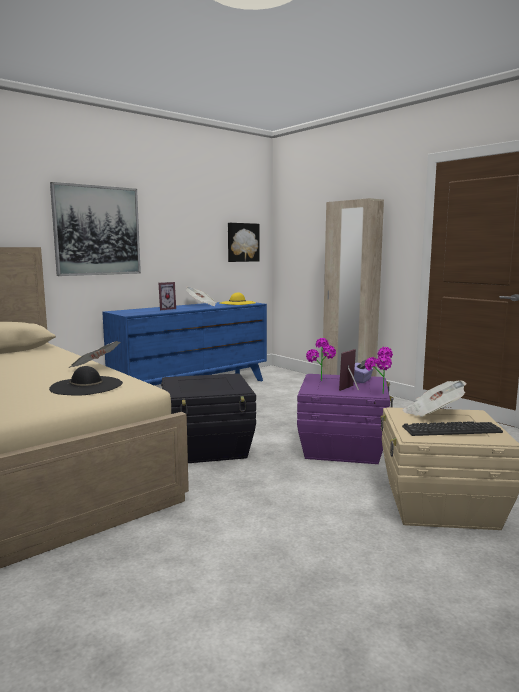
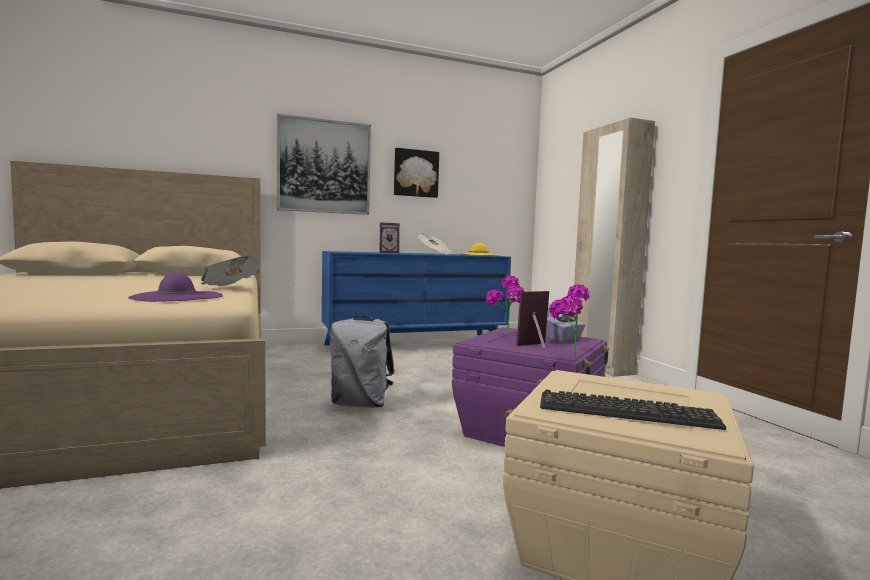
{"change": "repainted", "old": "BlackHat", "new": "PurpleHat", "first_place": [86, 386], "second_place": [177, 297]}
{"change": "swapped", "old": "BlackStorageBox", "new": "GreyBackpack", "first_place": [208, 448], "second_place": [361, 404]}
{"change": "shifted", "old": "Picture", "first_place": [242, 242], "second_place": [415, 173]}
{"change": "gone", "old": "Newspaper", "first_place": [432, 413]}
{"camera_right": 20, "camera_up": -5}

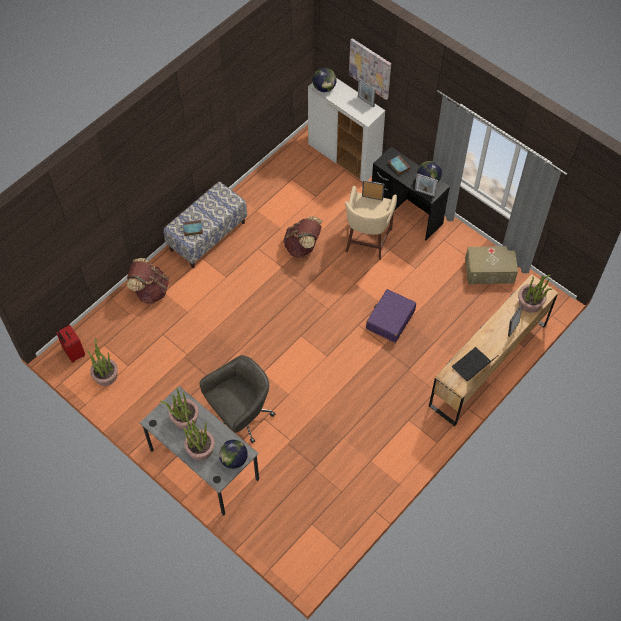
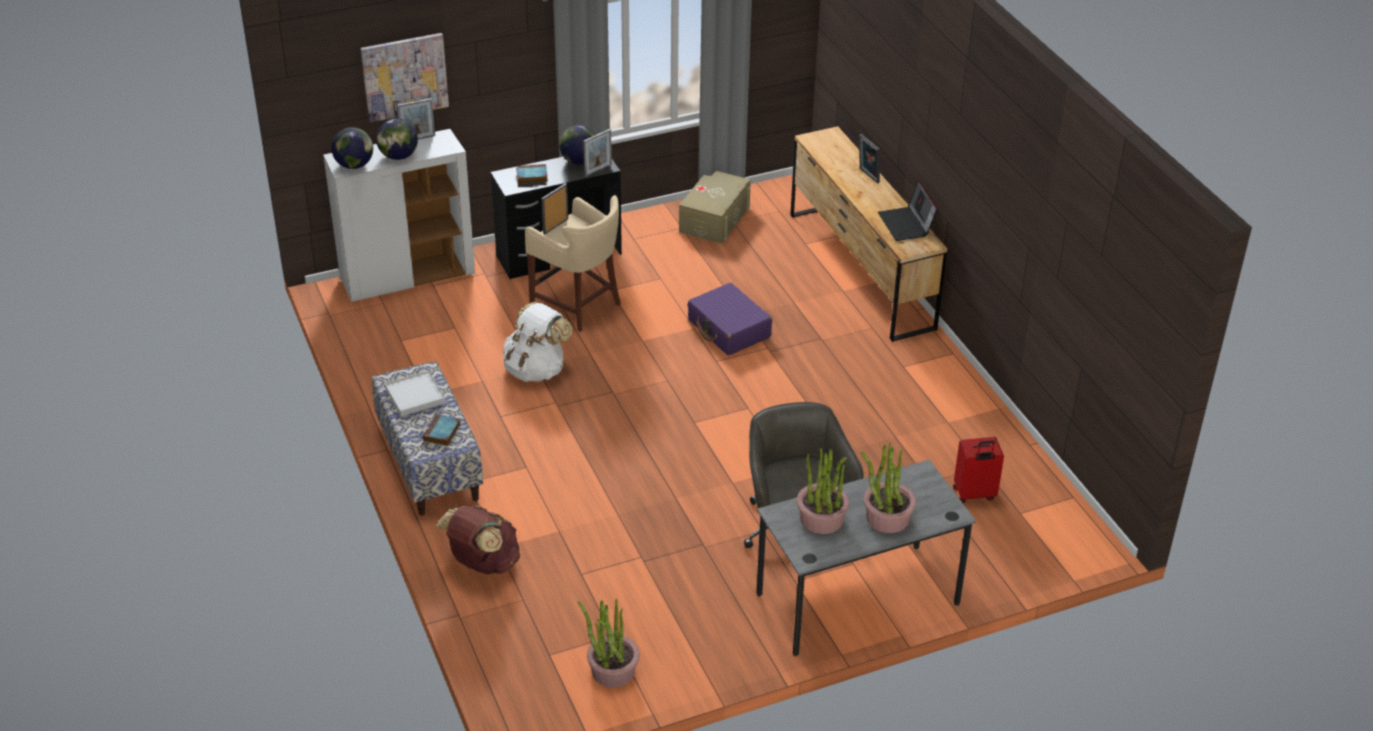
{"change": "shifted", "old": "Globe", "first_place": [233, 459], "second_place": [398, 156]}
{"change": "new", "new": "WhiteTray", "second_place": [415, 396]}
{"change": "repainted", "old": "BrownBackpack", "new": "WhiteBackpack", "first_place": [303, 247], "second_place": [536, 369]}
{"change": "shifted", "old": "RedSuitcase", "first_place": [73, 353], "second_place": [974, 494]}
{"change": "gone", "old": "PottedPlant", "first_place": [530, 302]}
{"camera_right": -65, "camera_up": -20}

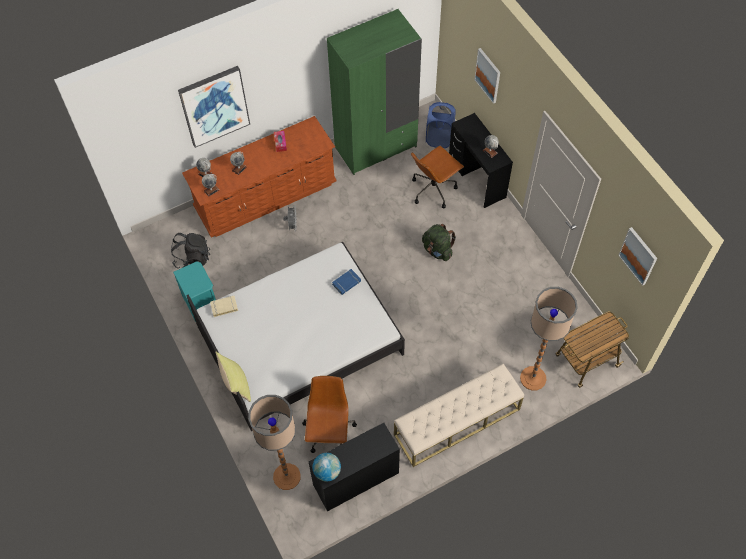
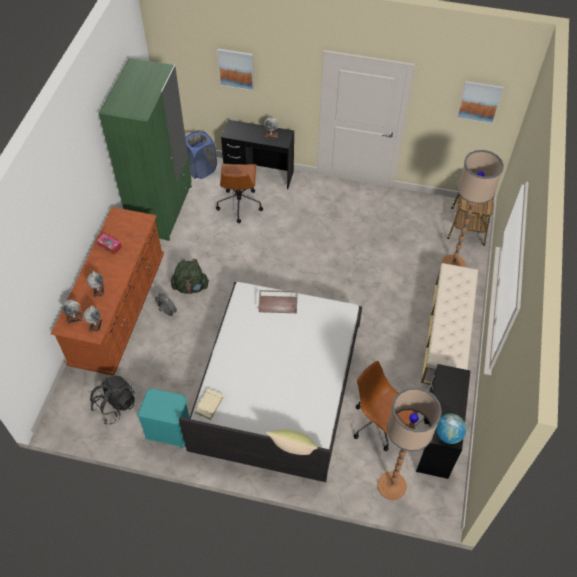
{"change": "shifted", "old": "GreenBackpack", "first_place": [437, 250], "second_place": [190, 287]}
{"change": "swapped", "old": "BlueBook", "new": "BrownTray", "first_place": [346, 283], "second_place": [278, 304]}
{"change": "gone", "old": "Picture", "first_place": [214, 106]}
{"camera_right": -50, "camera_up": -5}

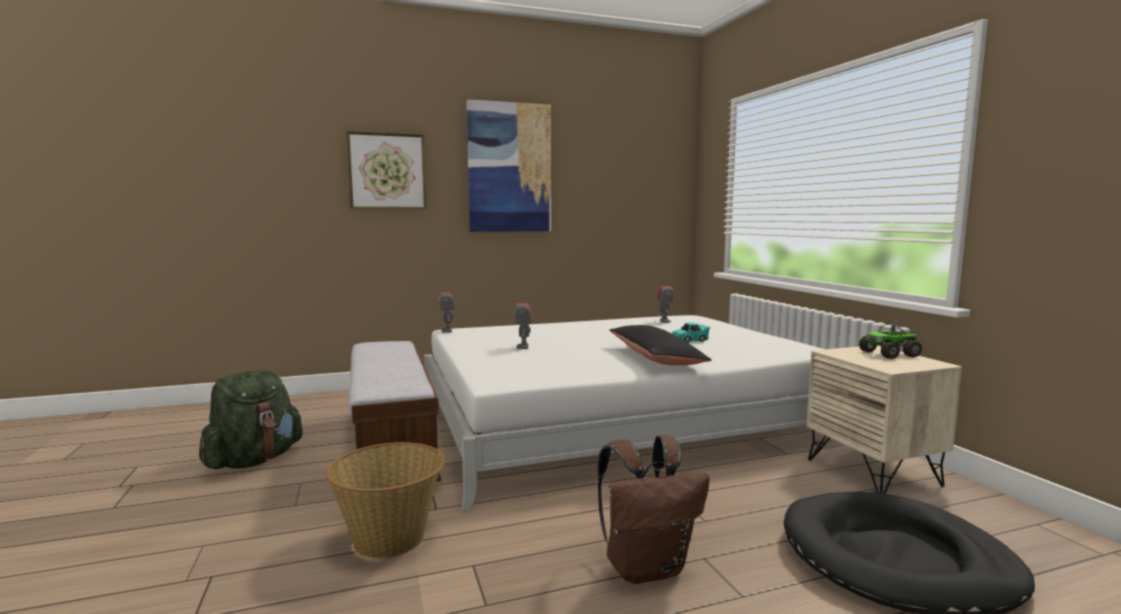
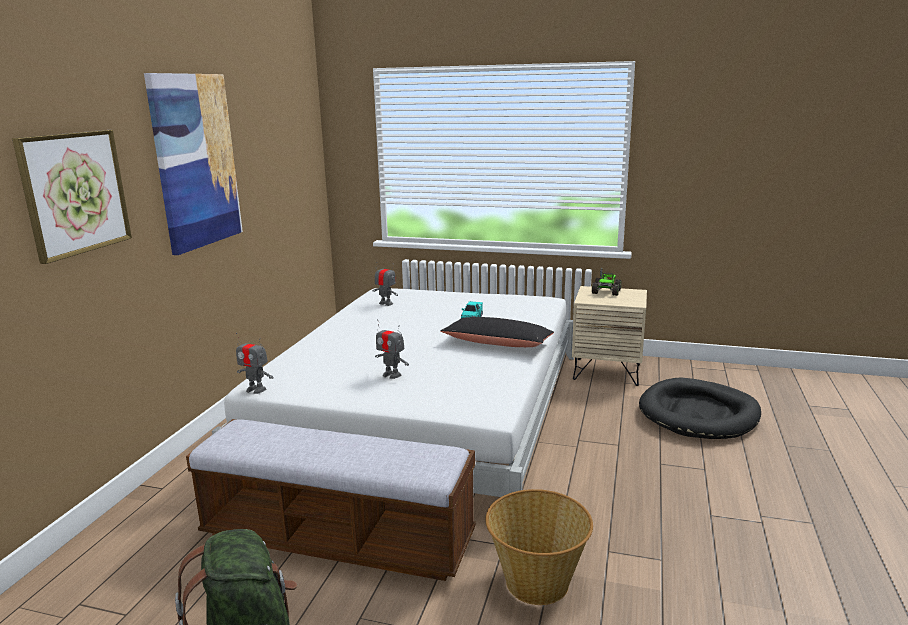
{"change": "gone", "old": "BrownBackpack", "first_place": [647, 567]}
{"camera_right": -55, "camera_up": 10}

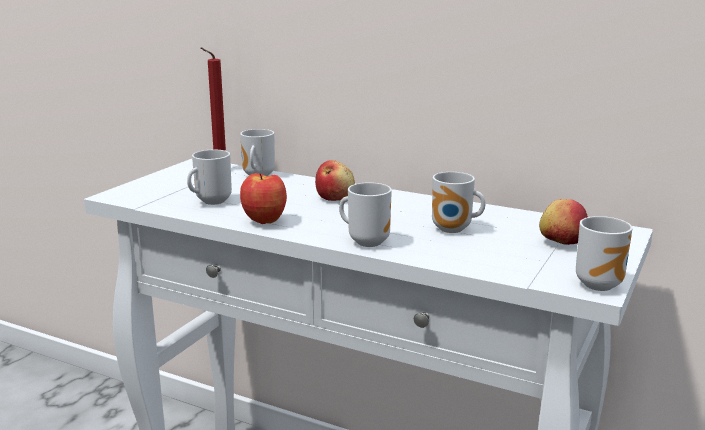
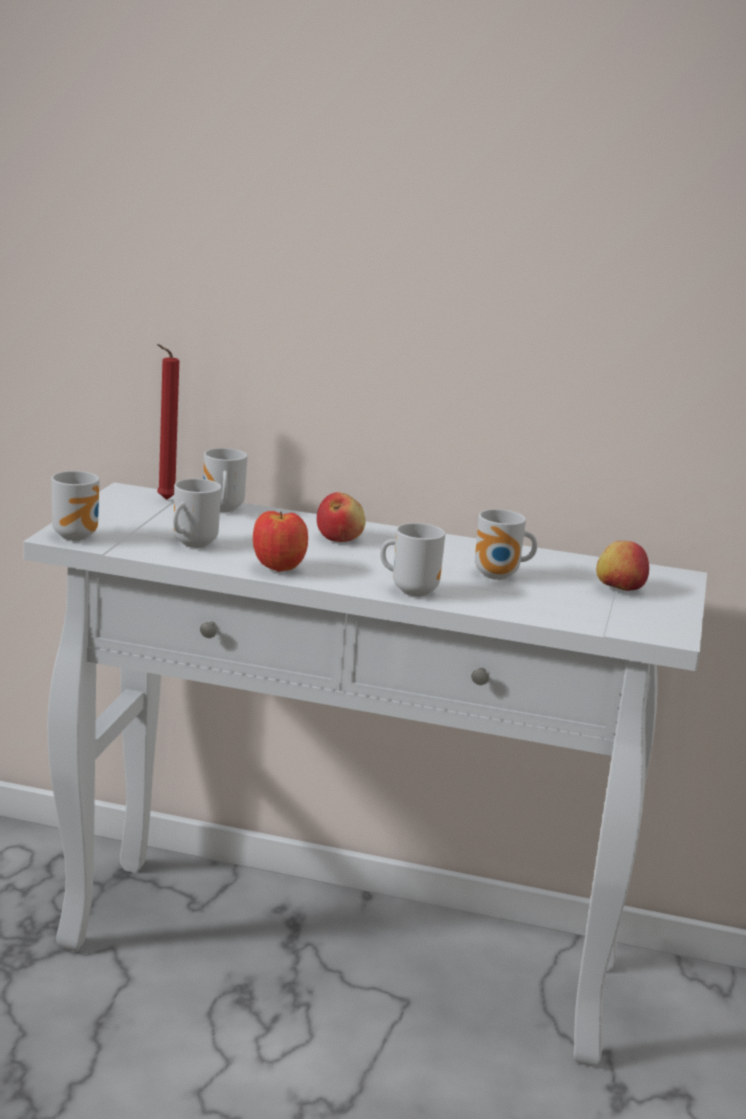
{"change": "shifted", "old": "Mug", "first_place": [601, 284], "second_place": [78, 536]}
{"camera_right": -15, "camera_up": 0}

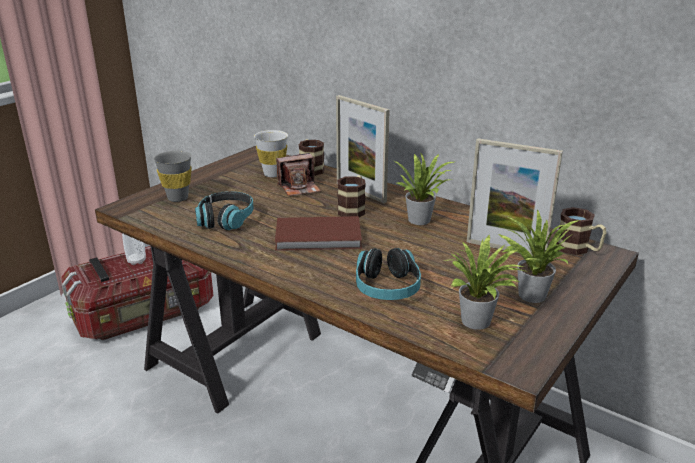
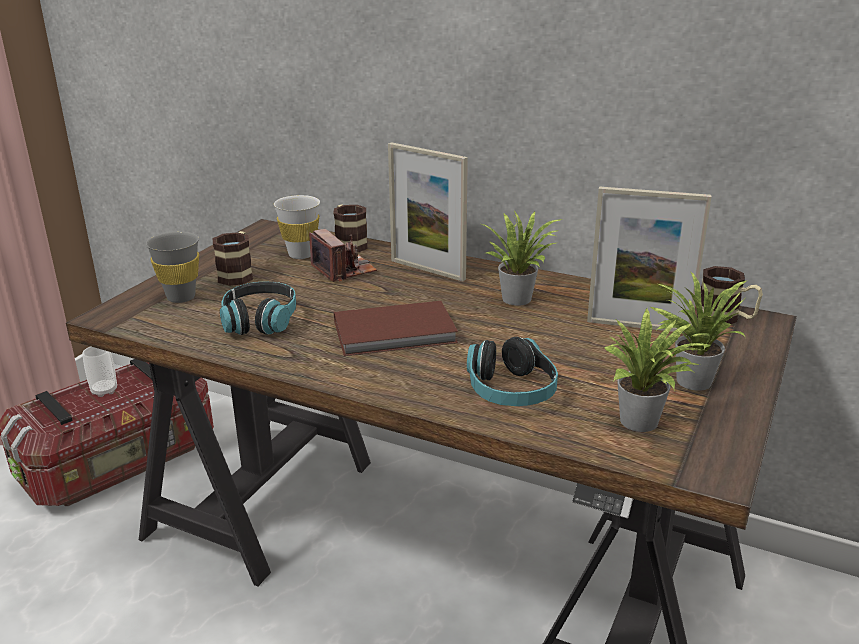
{"change": "shifted", "old": "Mug", "first_place": [353, 209], "second_place": [238, 274]}
{"change": "rotated", "old": "PhotoCamera", "first_place": [299, 188], "second_place": [344, 270], "degrees": -90}
{"camera_right": -10, "camera_up": 0}

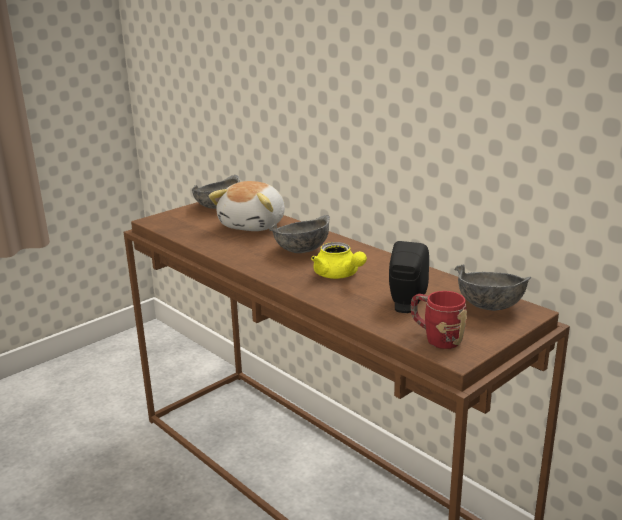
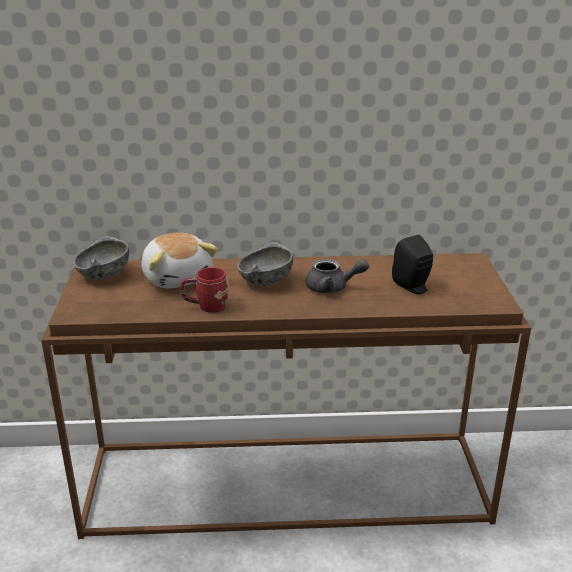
{"change": "shifted", "old": "RedMug", "first_place": [436, 338], "second_place": [206, 306]}
{"change": "repainted", "old": "YellowTeapot", "new": "GreyTeapot", "first_place": [339, 275], "second_place": [332, 288]}
{"change": "gone", "old": "GreyBowl", "first_place": [490, 306]}
{"camera_right": -50, "camera_up": 5}

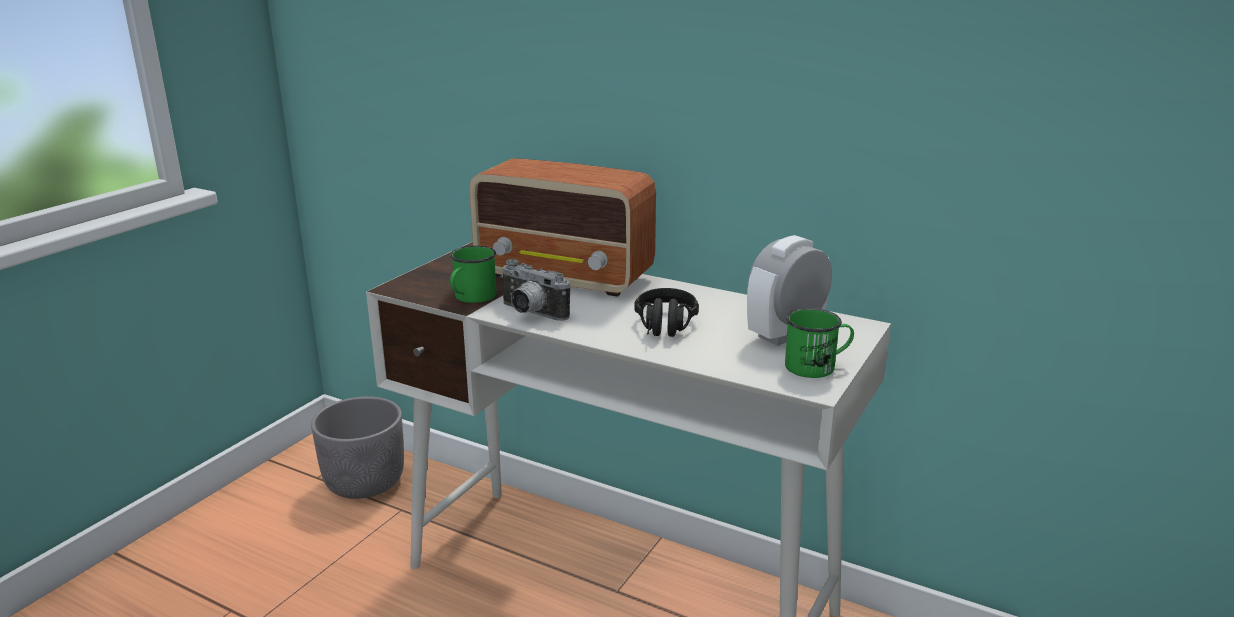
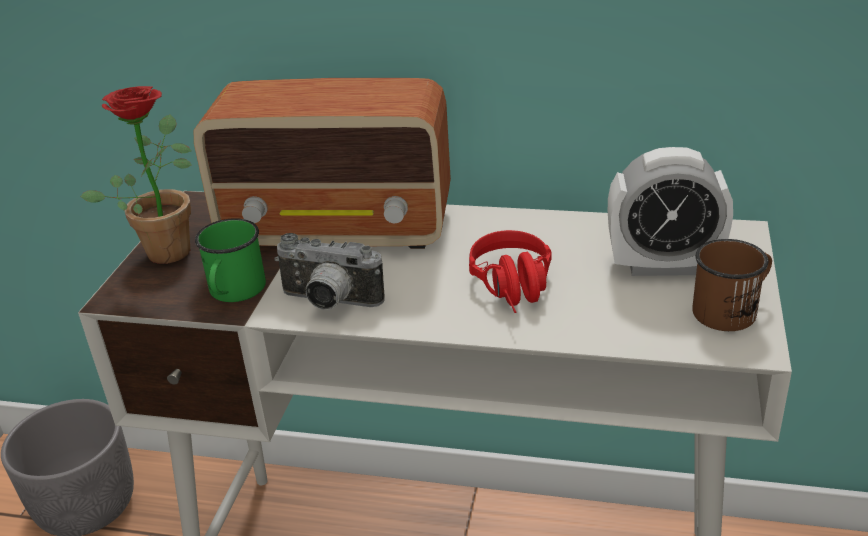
{"change": "new", "new": "PottedPlant", "second_place": [169, 247]}
{"change": "repainted", "old": "BlackHeadphones", "new": "RedHeadphones", "first_place": [665, 329], "second_place": [516, 290]}
{"change": "rotated", "old": "AlarmClock", "first_place": [786, 334], "second_place": [663, 266], "degrees": -120}
{"change": "repainted", "old": "GreenMug", "new": "BrownMug", "first_place": [817, 366], "second_place": [732, 310]}
{"camera_right": -15, "camera_up": 10}

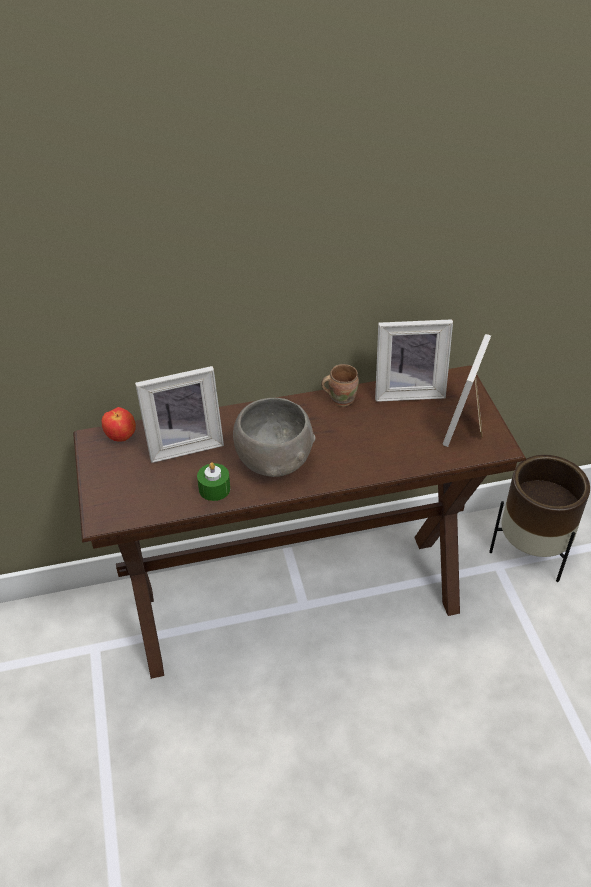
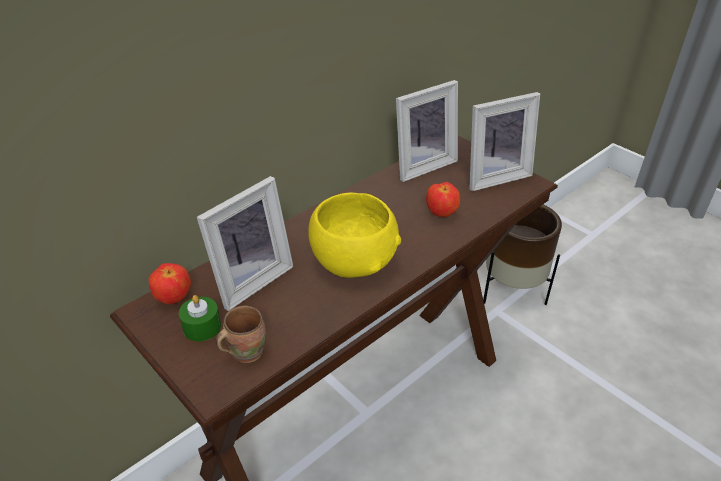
{"change": "shifted", "old": "GreenCandle", "first_place": [214, 489], "second_place": [202, 327]}
{"change": "shifted", "old": "BrownMug", "first_place": [340, 398], "second_place": [244, 351]}
{"change": "repainted", "old": "GreyBowl", "new": "YellowBowl", "first_place": [275, 460], "second_place": [354, 261]}
{"change": "new", "new": "Apple", "second_place": [441, 214]}
{"change": "rotated", "old": "PictureFrame", "first_place": [468, 426], "second_place": [494, 176], "degrees": -105}
{"camera_right": -30, "camera_up": -5}

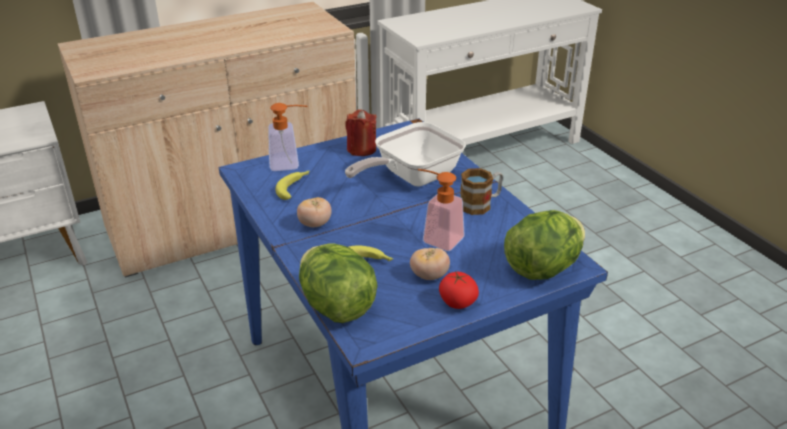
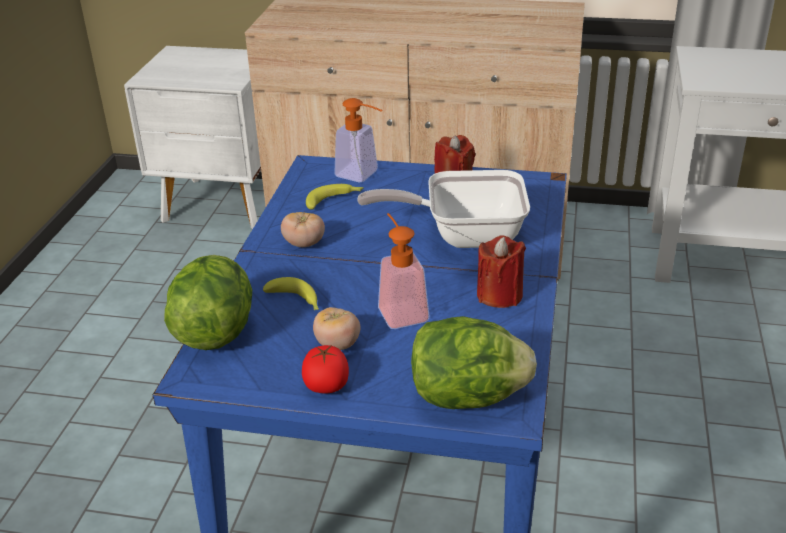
{"change": "swapped", "old": "Mug", "new": "RedCandle", "first_place": [481, 204], "second_place": [499, 295]}
{"camera_right": 40, "camera_up": 0}

